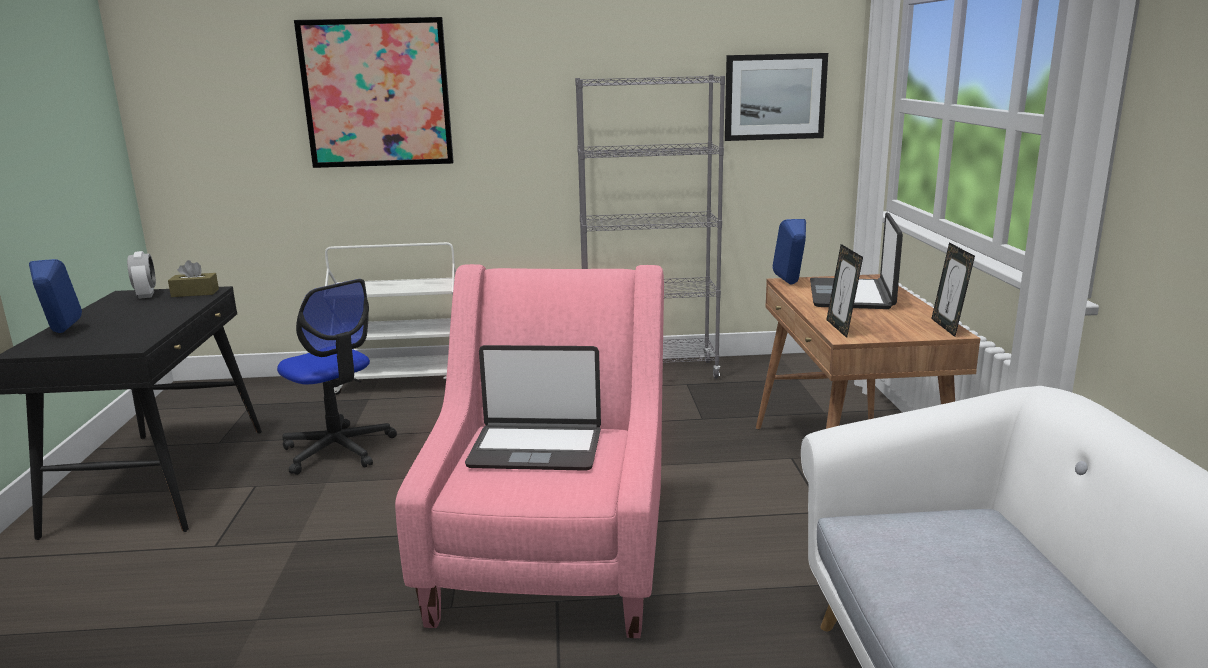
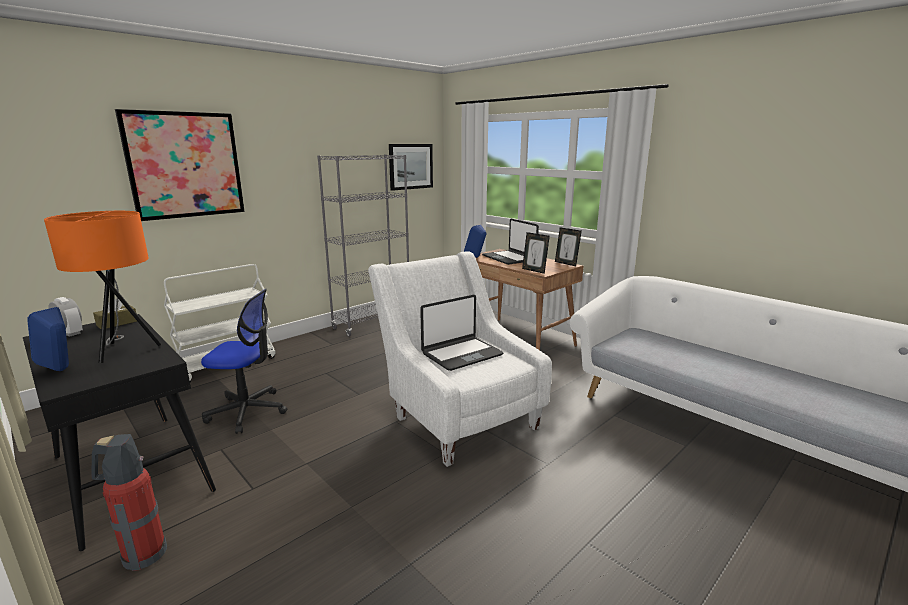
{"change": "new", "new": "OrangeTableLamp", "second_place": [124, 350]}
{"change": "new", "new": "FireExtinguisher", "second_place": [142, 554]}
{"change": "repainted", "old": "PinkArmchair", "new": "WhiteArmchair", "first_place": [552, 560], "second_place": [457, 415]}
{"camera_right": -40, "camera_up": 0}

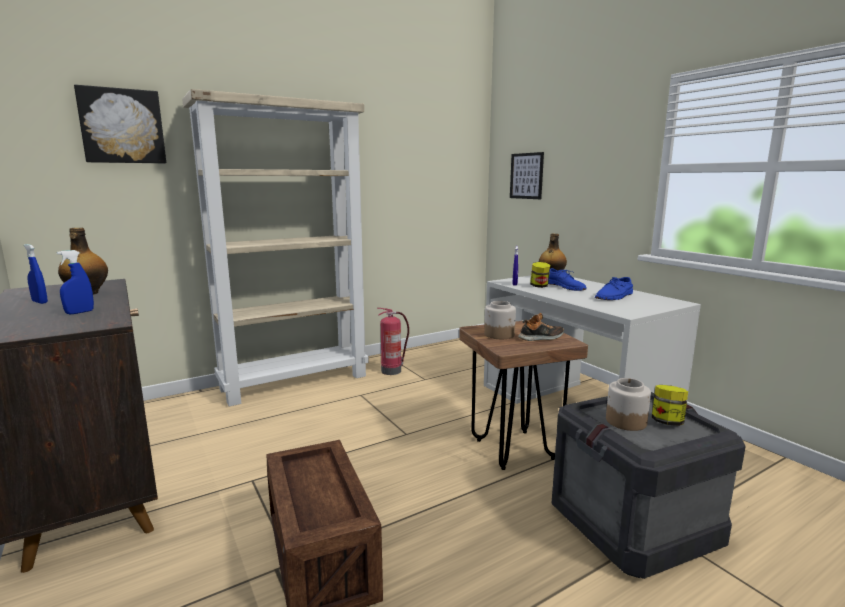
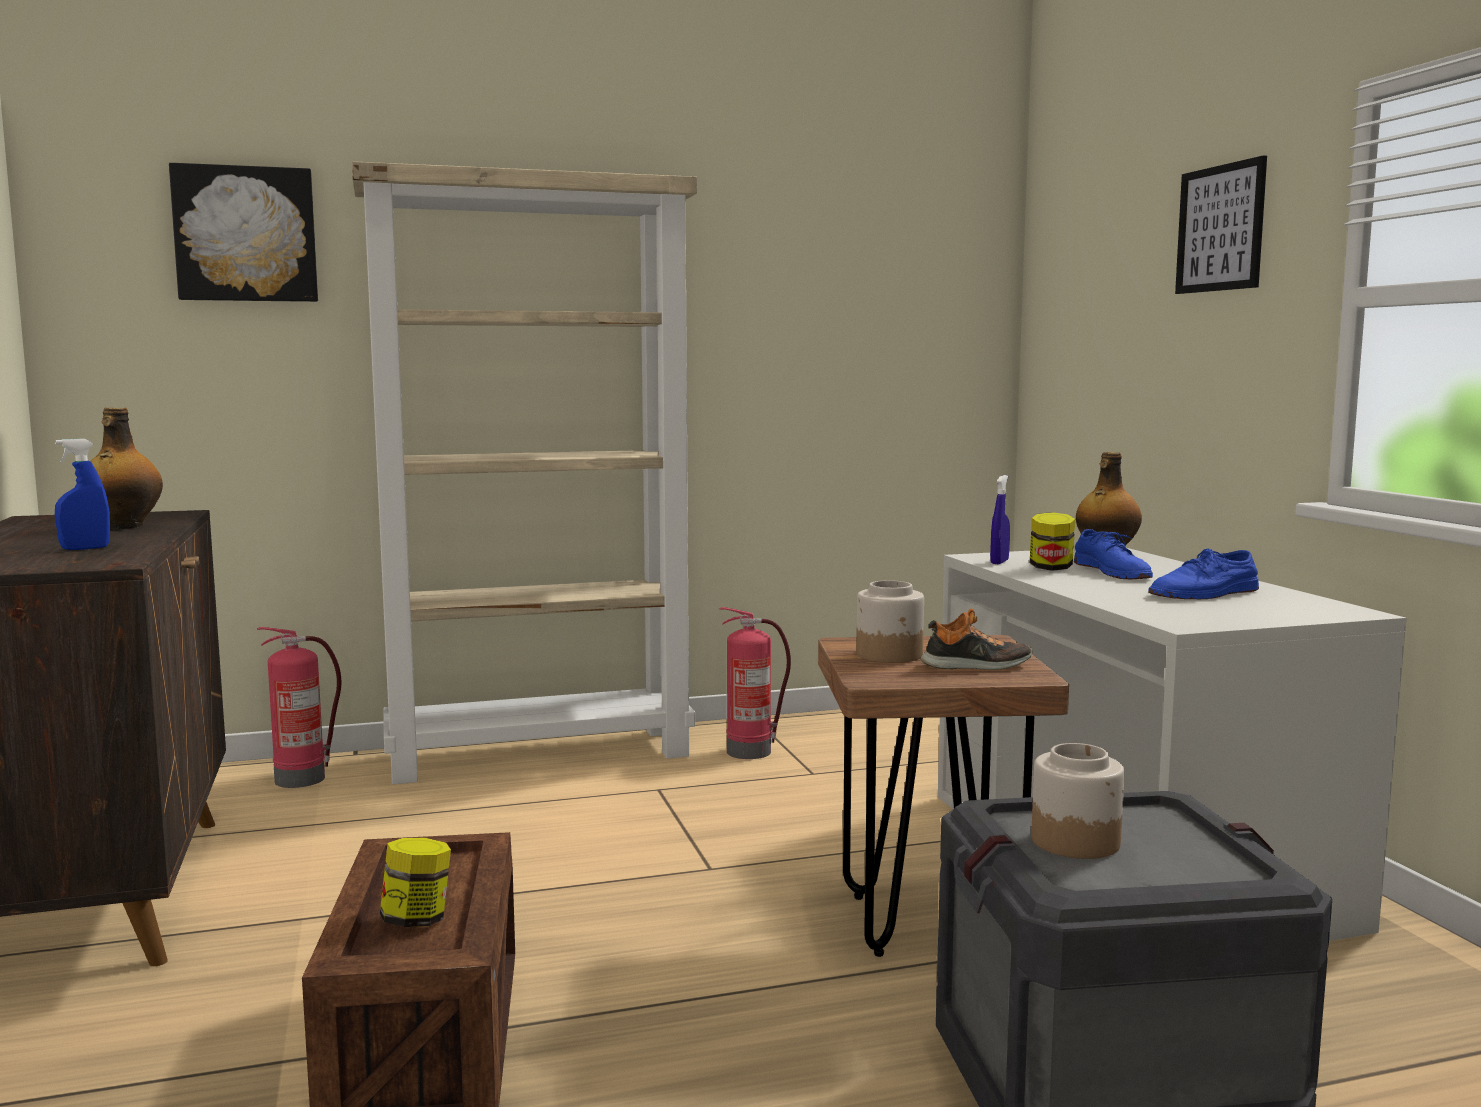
{"change": "new", "new": "FireExtinguisher", "second_place": [303, 779]}
{"change": "shifted", "old": "Jar", "first_place": [667, 422], "second_place": [417, 920]}
{"change": "shifted", "old": "Picture", "first_place": [526, 176], "second_place": [1220, 228]}
{"change": "gone", "old": "BlueSprayBottle", "first_place": [40, 302]}
{"camera_right": 15, "camera_up": -5}

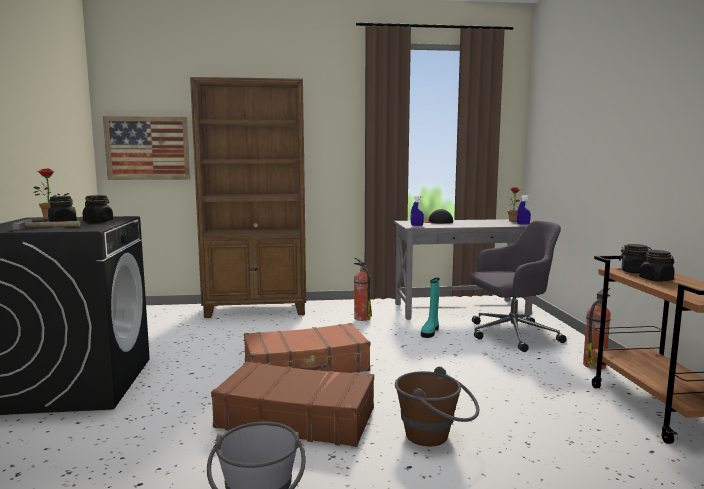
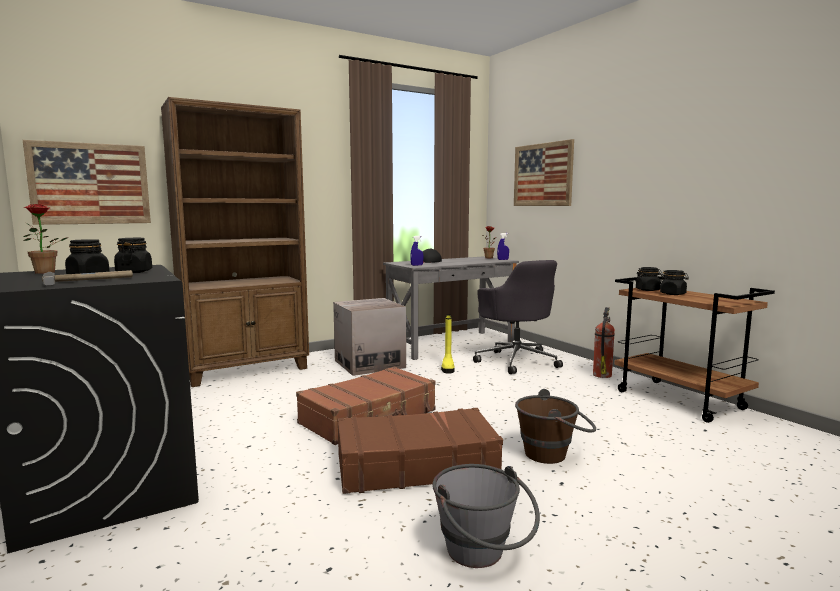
{"change": "swapped", "old": "FireExtinguisher", "new": "CardboardBox", "first_place": [361, 318], "second_place": [369, 364]}
{"change": "repainted", "old": "TurquoiseBoot", "new": "YellowBoot", "first_place": [430, 332], "second_place": [448, 368]}
{"change": "rotated", "old": "GreyOfficeChair", "first_place": [511, 335], "second_place": [516, 360], "degrees": 105}
{"change": "new", "new": "Picture", "second_place": [542, 175]}
{"camera_right": -25, "camera_up": 0}

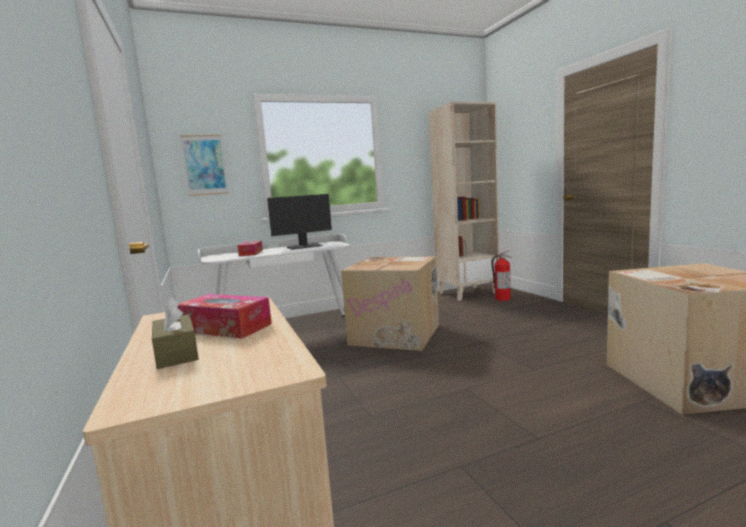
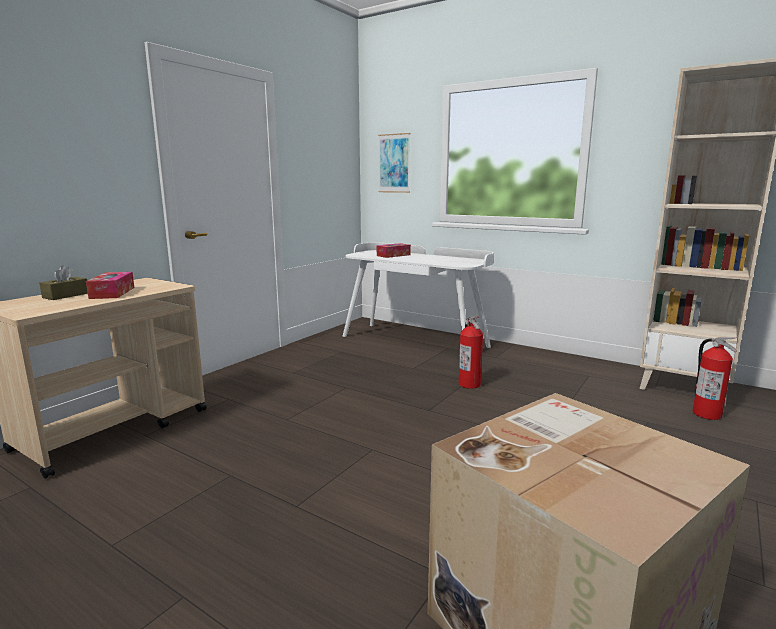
{"change": "swapped", "old": "CardboardBox", "new": "FireExtinguisher", "first_place": [396, 334], "second_place": [469, 384]}
{"change": "gone", "old": "Monitor", "first_place": [305, 246]}
{"camera_right": 55, "camera_up": 5}

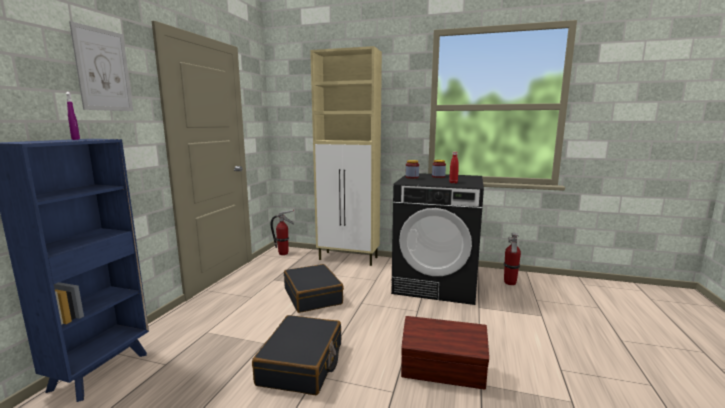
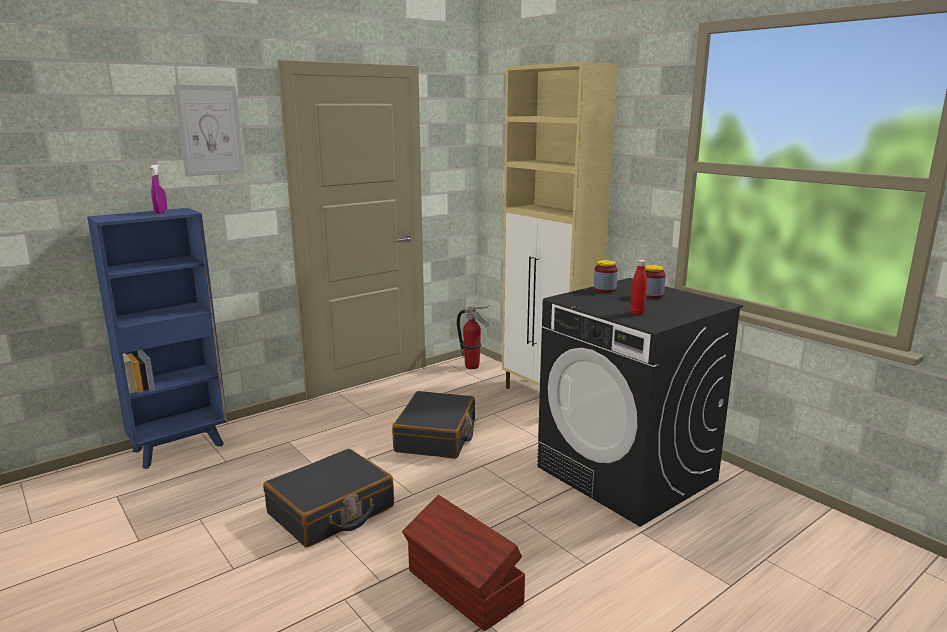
{"change": "gone", "old": "FireExtinguisher", "first_place": [510, 283]}
{"camera_right": 35, "camera_up": 5}

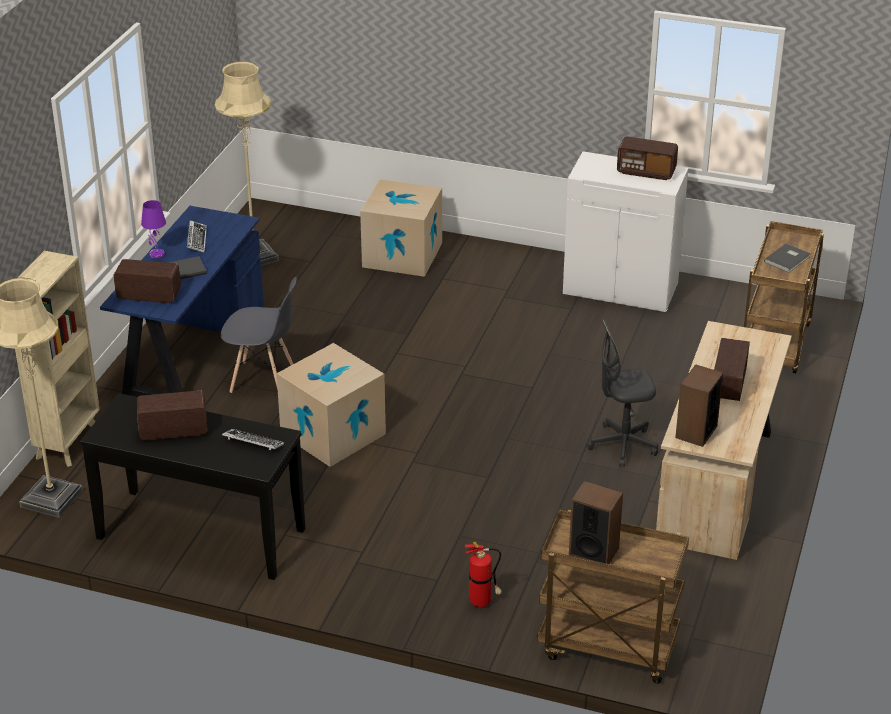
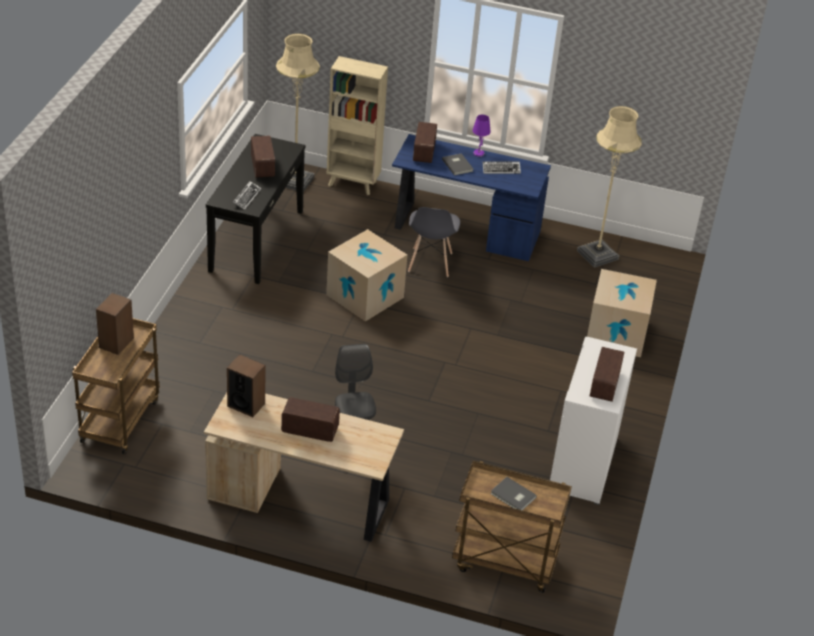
{"change": "gone", "old": "FireExtinguisher", "first_place": [483, 602]}
{"camera_right": 85, "camera_up": 5}

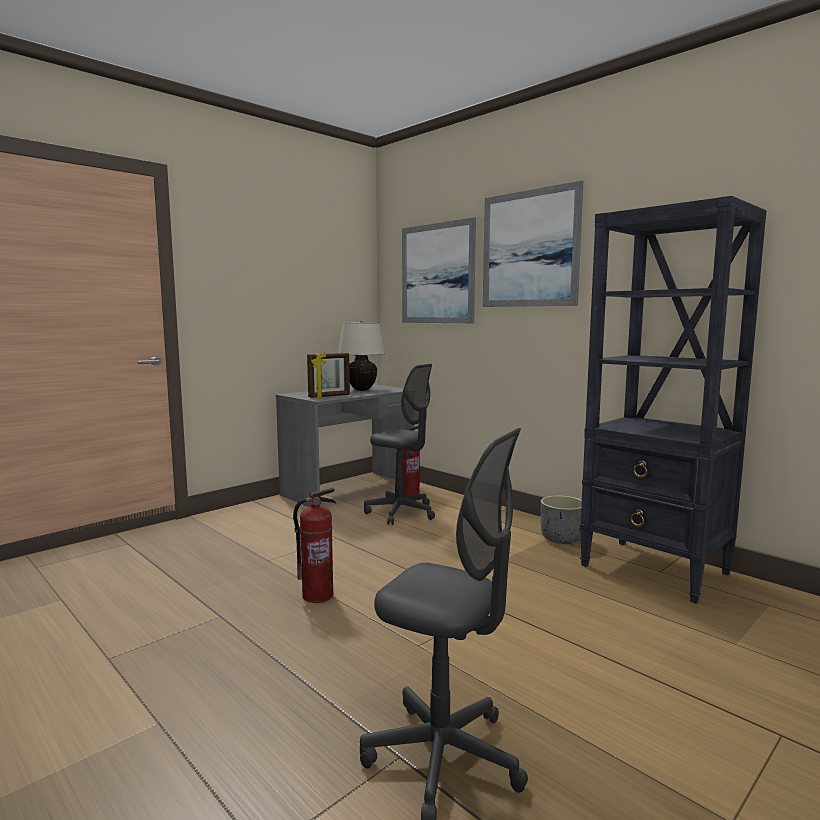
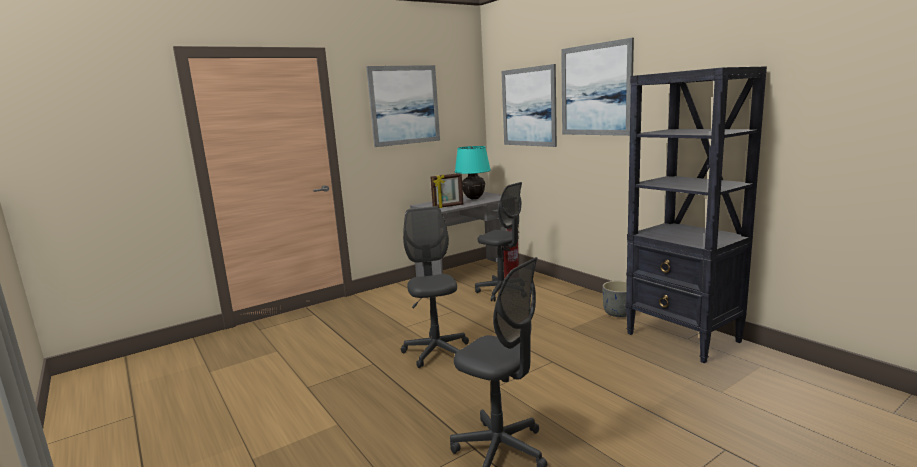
{"change": "new", "new": "Picture", "second_place": [404, 105]}
{"change": "swapped", "old": "FireExtinguisher", "new": "GreyOfficeChair", "first_place": [318, 595], "second_place": [436, 351]}
{"change": "repainted", "old": "BeigeTableLamp", "new": "TurquoiseTableLamp", "first_place": [361, 389], "second_place": [474, 198]}
{"camera_right": 10, "camera_up": 5}

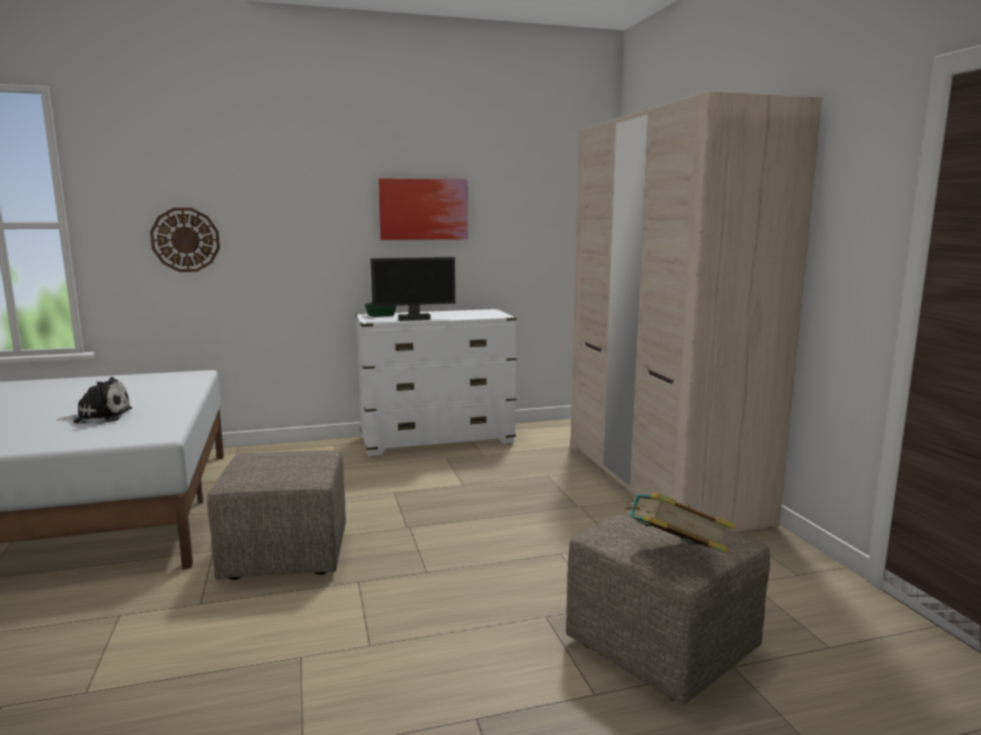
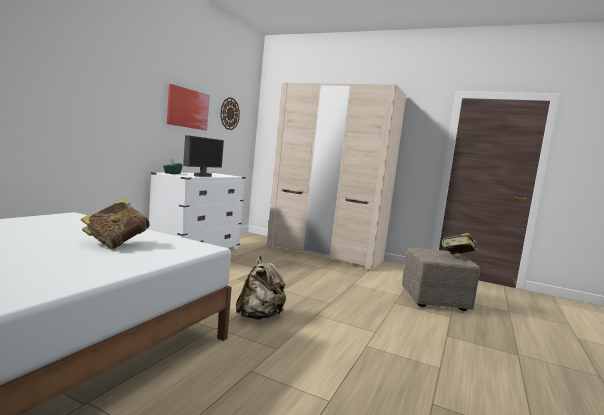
{"change": "swapped", "old": "PlushToy", "new": "Book", "first_place": [99, 417], "second_place": [116, 244]}
{"change": "shifted", "old": "WallClock", "first_place": [185, 240], "second_place": [229, 113]}
{"change": "swapped", "old": "BeigeOttoman", "new": "BeigeBackpack", "first_place": [288, 555], "second_place": [259, 316]}
{"camera_right": -50, "camera_up": -5}

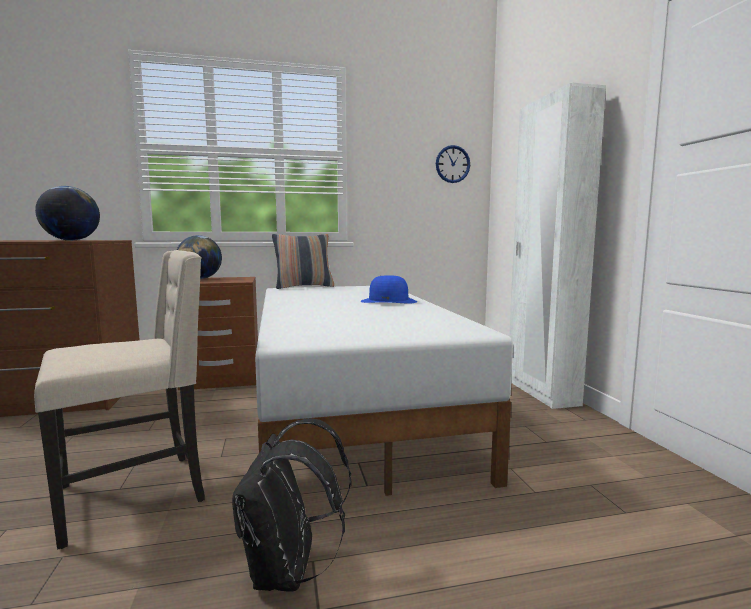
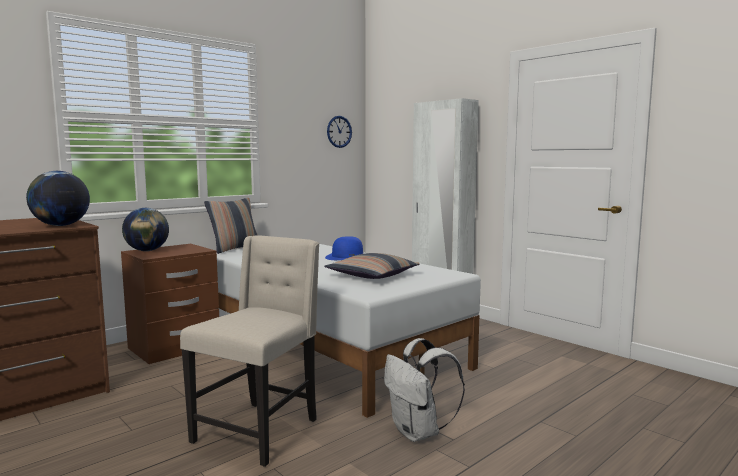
{"change": "new", "new": "Pillow", "second_place": [372, 275]}
{"change": "repainted", "old": "BlackBackpack", "new": "WhiteBackpack", "first_place": [288, 572], "second_place": [418, 432]}
{"camera_right": -30, "camera_up": 0}

